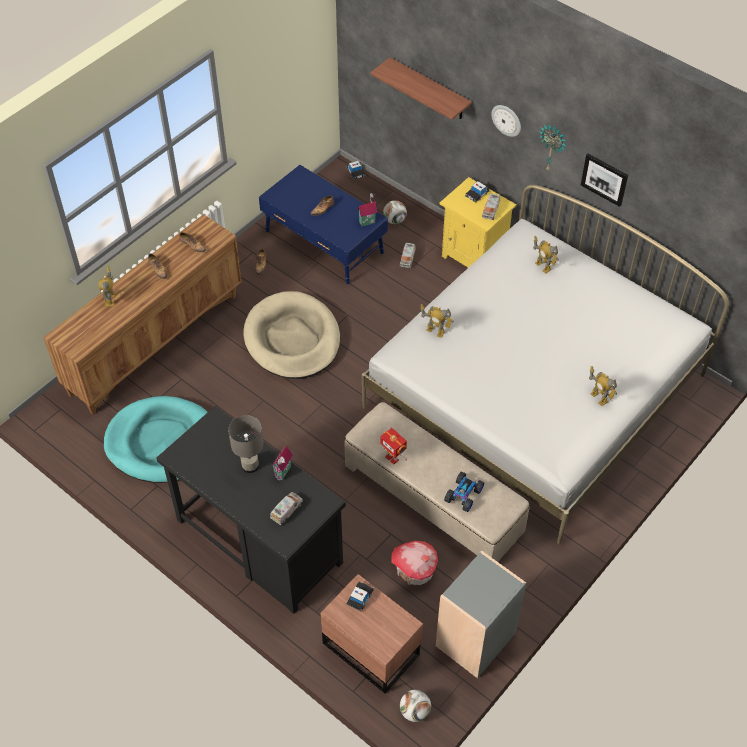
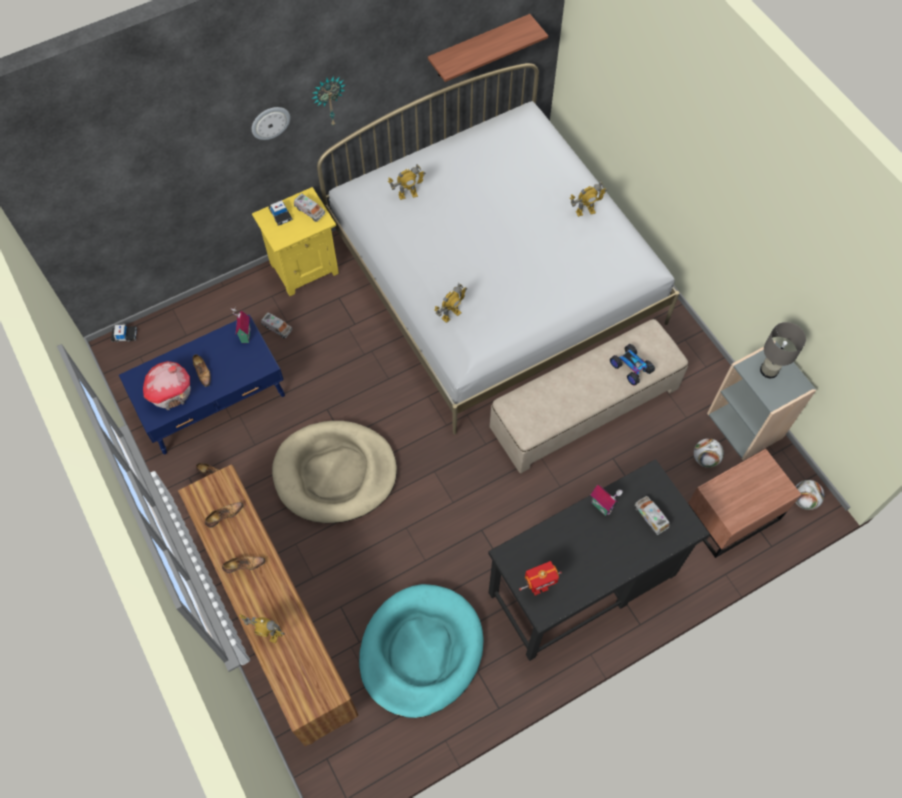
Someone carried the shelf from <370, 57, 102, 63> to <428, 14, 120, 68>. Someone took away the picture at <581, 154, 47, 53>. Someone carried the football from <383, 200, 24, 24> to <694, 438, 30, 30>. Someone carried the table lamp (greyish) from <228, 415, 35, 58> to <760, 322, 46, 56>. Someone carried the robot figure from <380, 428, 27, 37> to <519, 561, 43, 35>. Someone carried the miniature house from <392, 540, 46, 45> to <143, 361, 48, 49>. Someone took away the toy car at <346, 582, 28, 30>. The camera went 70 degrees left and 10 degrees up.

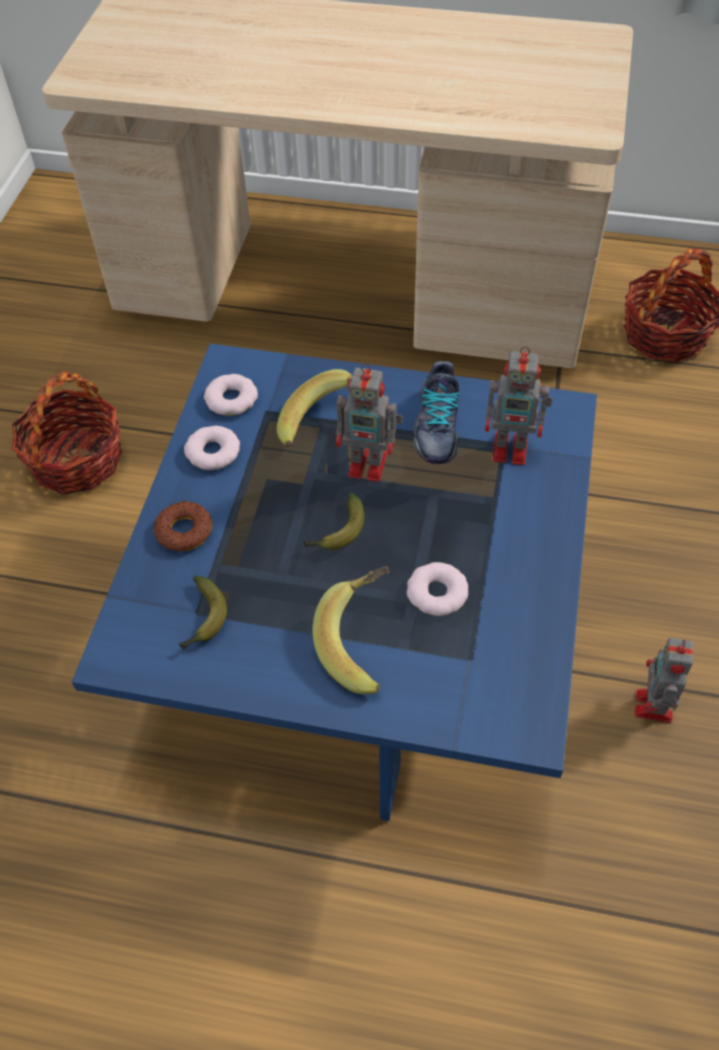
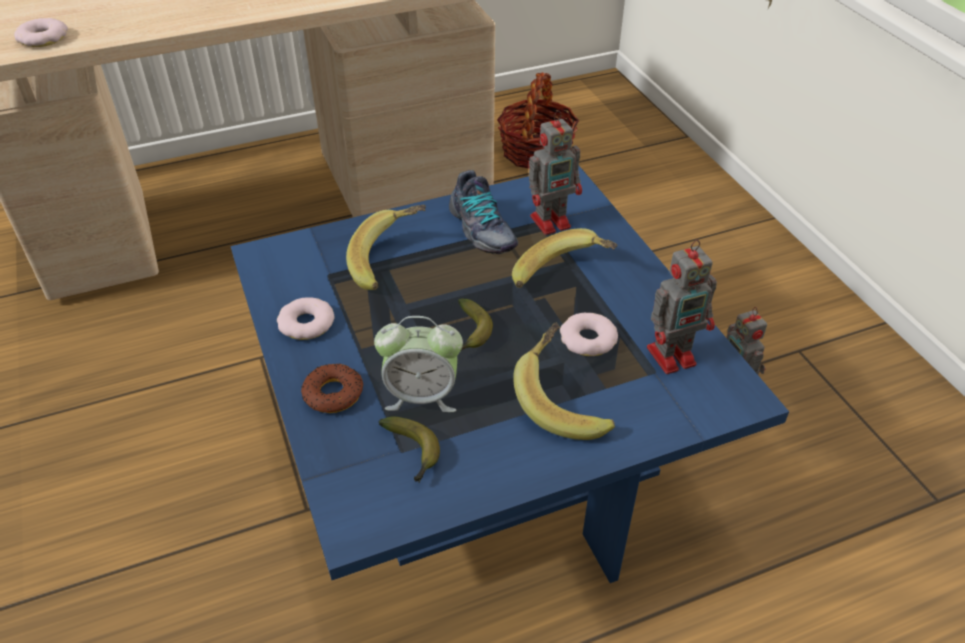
Someone carried the robot figure from <336, 363, 67, 119> to <647, 240, 70, 134>. Someone took away the basket at <12, 372, 110, 123>. Someone carried the donut from <204, 374, 54, 42> to <14, 18, 54, 29>. Someone put down the banana fruit at <512, 228, 106, 60>. Someone put down the table clock at <374, 316, 89, 96>. The camera went 35 degrees left and 10 degrees down.

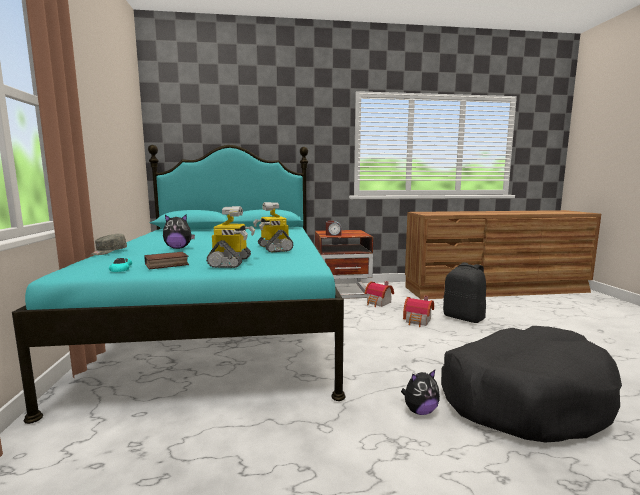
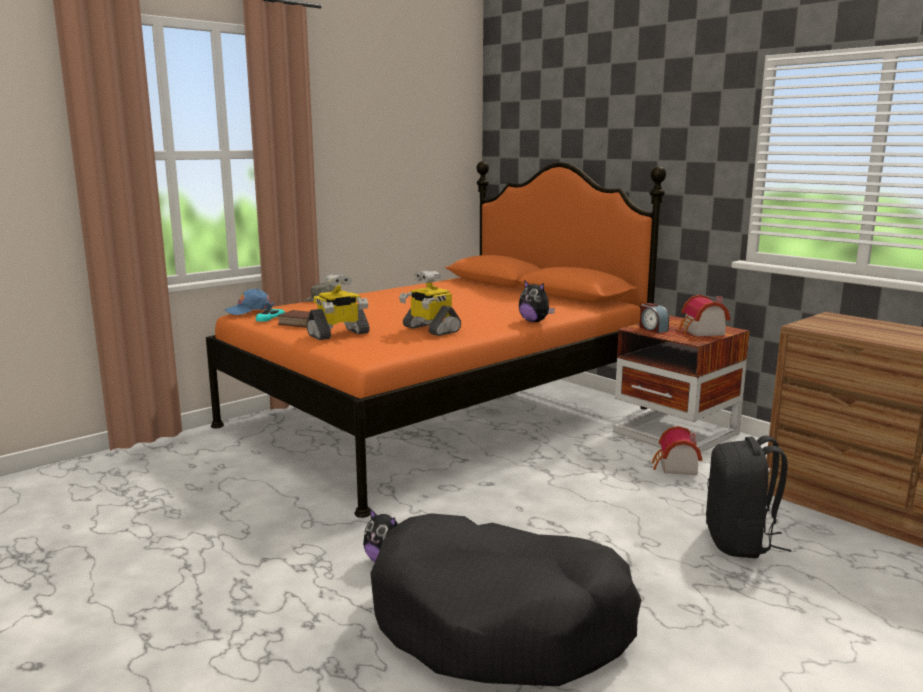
Someone repainted the bed (blue-green) at <12, 145, 333, 279>, which became the bed (orange-coloured) at <206, 161, 460, 357>. Someone rotated the robot figure at <253, 202, 41, 51> by 75 degrees counterclockwise. Someone carried the soft toy from <163, 215, 32, 34> to <519, 280, 36, 42>. Someone carried the miniature house from <403, 296, 31, 31> to <678, 295, 53, 41>. Someone put down the peaked cap (blue-coloured) at <224, 288, 50, 27>. The camera went 55 degrees right and 5 degrees up.

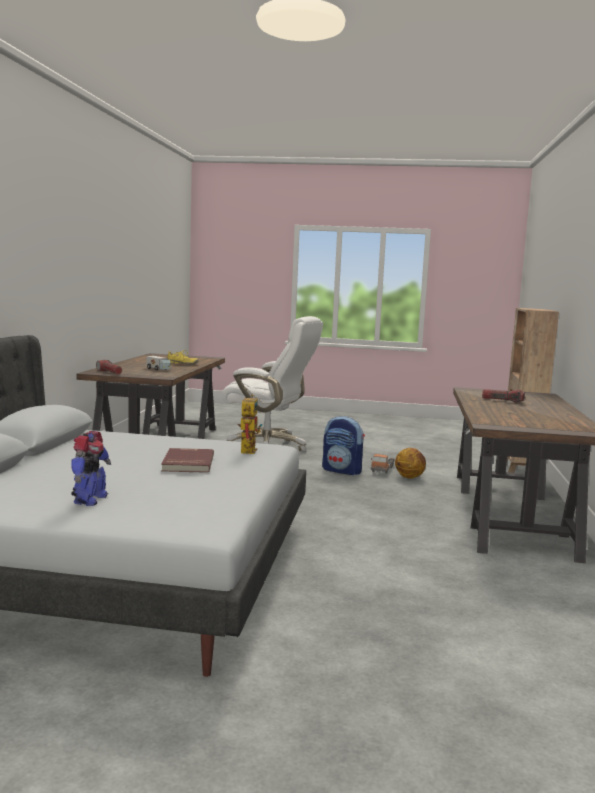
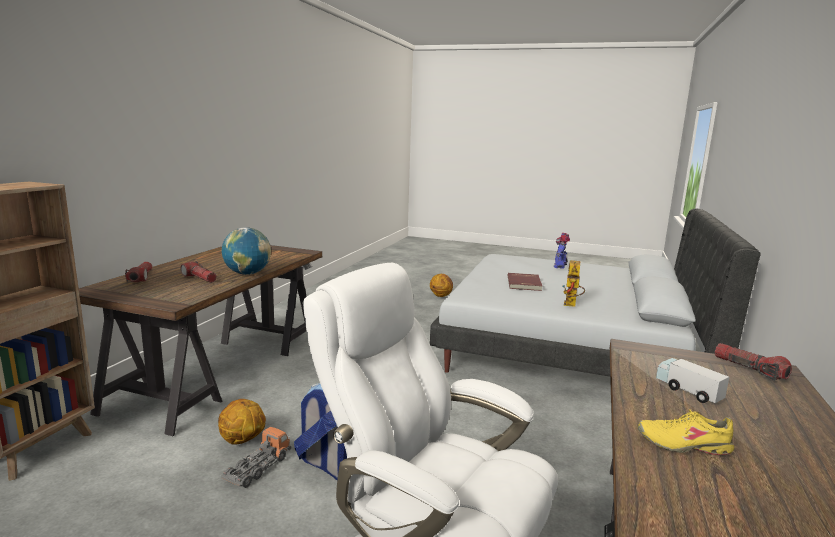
Someone carried the robot figure from <237, 395, 25, 59> to <562, 260, 23, 47>. Someone put down the desk globe at <222, 227, 49, 48>. Someone put down the flashlight at <125, 262, 27, 20>. Someone put down the basketball ball at <430, 274, 23, 23>. The camera went 170 degrees left and 5 degrees up.

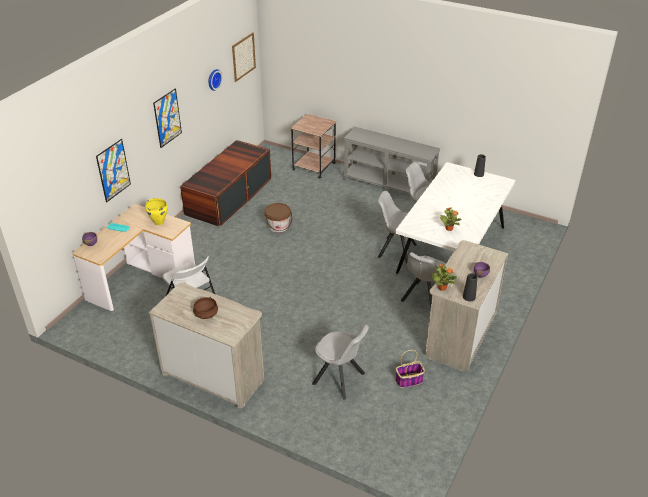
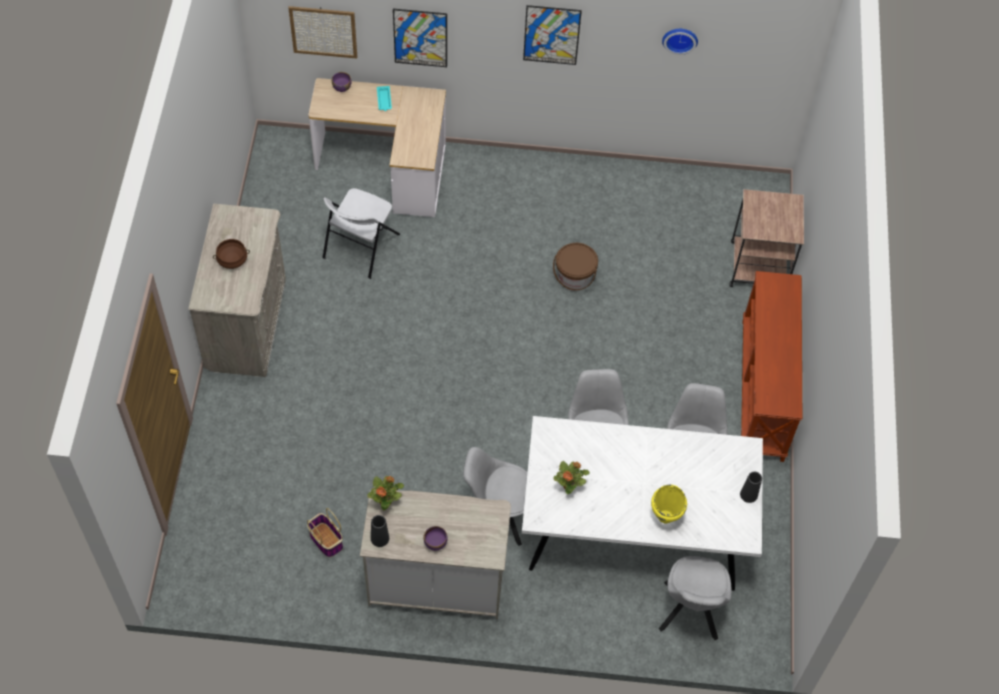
Someone carried the picture from <232, 32, 24, 50> to <288, 6, 69, 53>. Someone repainted the narrow table (greyish) at <343, 127, 97, 67>, which became the narrow table (brownish) at <741, 271, 61, 191>. Someone took away the cupboard at <180, 140, 91, 86>. Someone carried the stockpot (yellowish) from <145, 198, 23, 27> to <651, 485, 36, 39>. Someone carried the plain chair (greyish) from <312, 324, 57, 76> to <659, 556, 72, 84>. The camera went 65 degrees right and 20 degrees up.

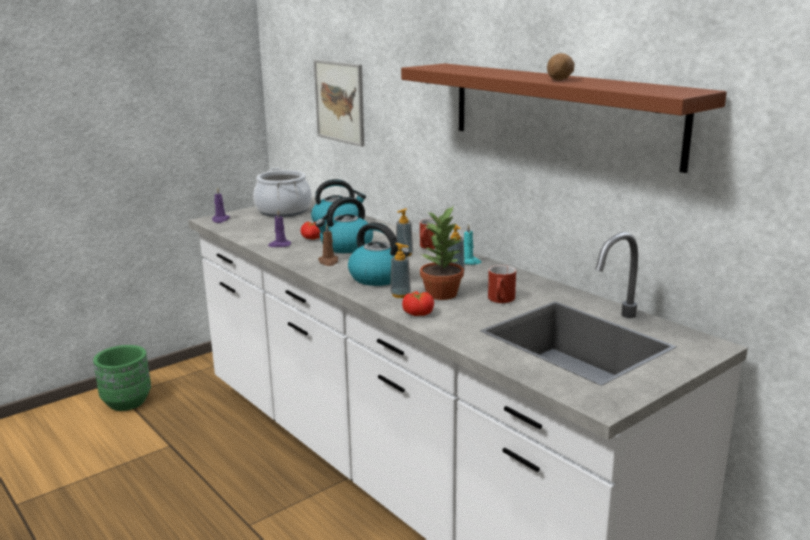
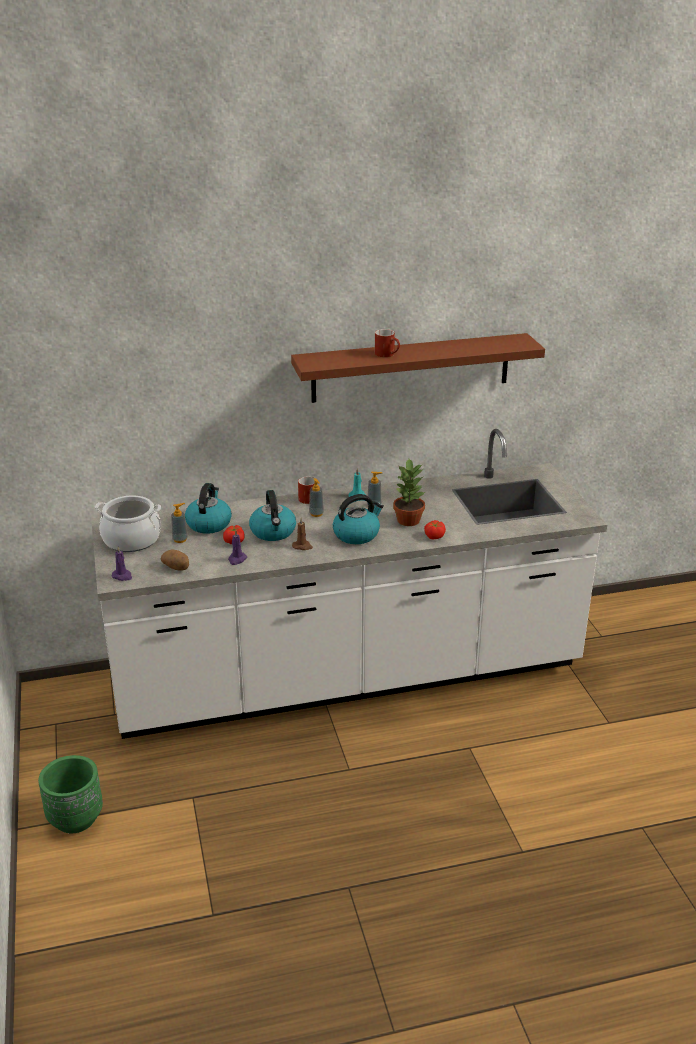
Someone carried the whole potato from <547, 53, 28, 28> to <161, 550, 28, 21>. Someone took away the picture at <314, 60, 50, 87>. Someone carried the liquid soap bottle from <390, 243, 21, 55> to <171, 503, 17, 40>. Someone carried the coffee mug (reddish) from <488, 265, 28, 38> to <375, 329, 25, 28>. The camera went 65 degrees left and 10 degrees up.

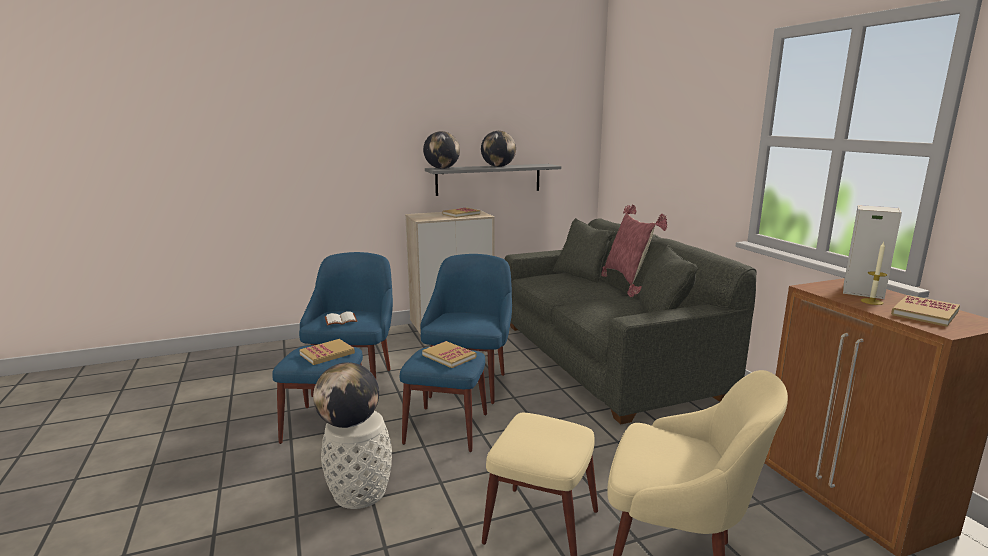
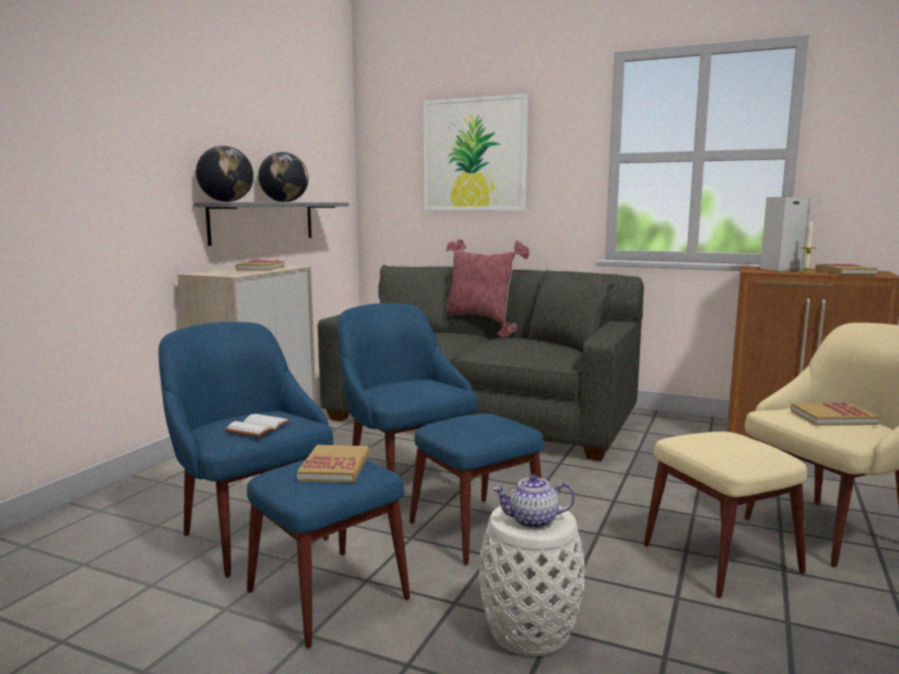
Someone carried the bound book from <422, 341, 54, 27> to <790, 402, 90, 24>. Someone swapped the desk globe at <313, 362, 66, 66> for the pot for tea at <493, 475, 82, 54>. Someone put up the picture at <423, 94, 105, 116>. The camera went 45 degrees left and 5 degrees down.

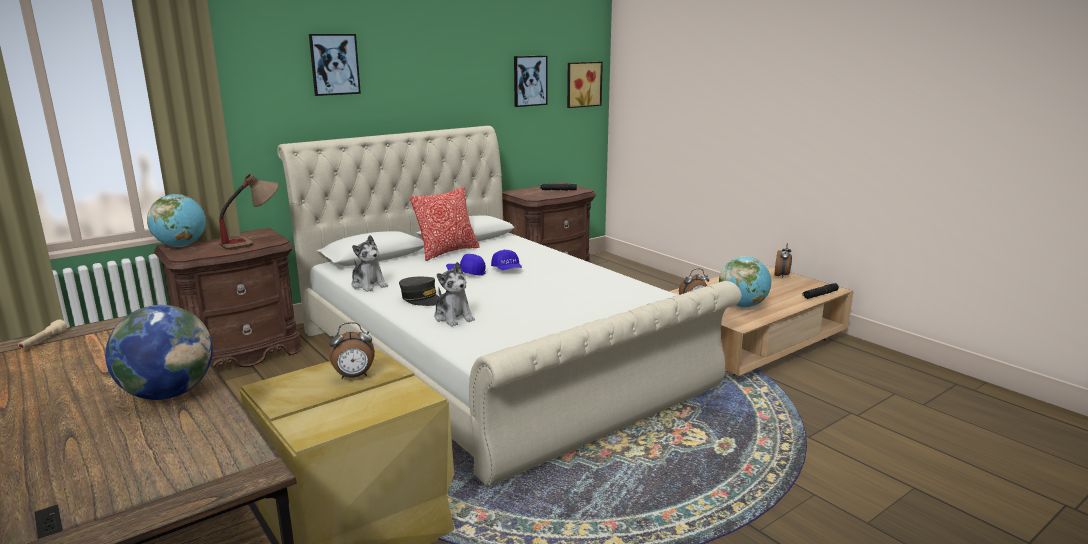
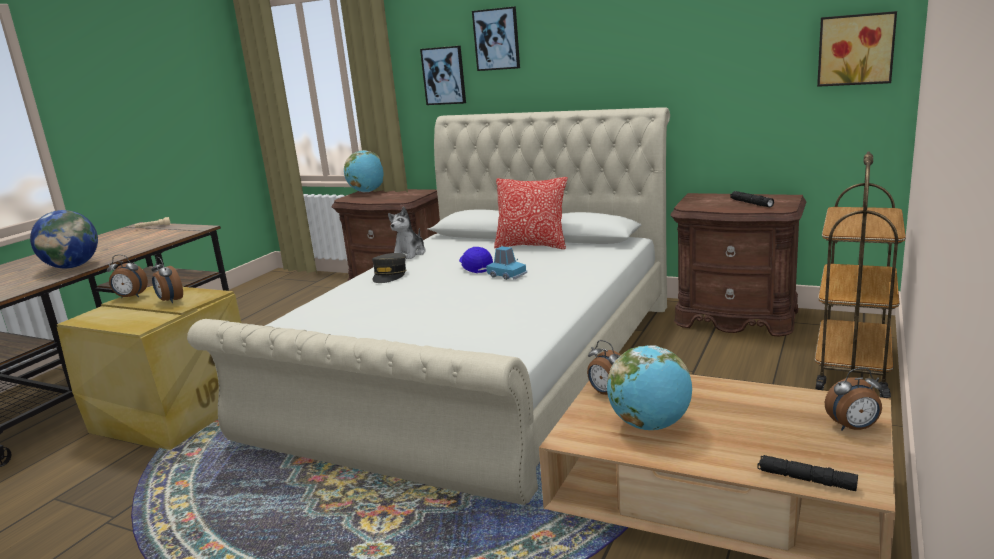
Someone carried the picture from <514, 56, 33, 51> to <420, 46, 46, 59>. Someone took away the table lamp at <219, 174, 60, 76>. Someone swapped the peaked cap (blue-coloured) at <491, 250, 31, 20> for the toy car (blue-coloured) at <486, 246, 41, 34>. Someone took away the soft toy at <434, 262, 41, 64>. Someone put down the trolley (brownish) at <815, 151, 91, 247>. Someone put down the table clock at <107, 254, 41, 44>. The camera went 65 degrees right and 0 degrees up.

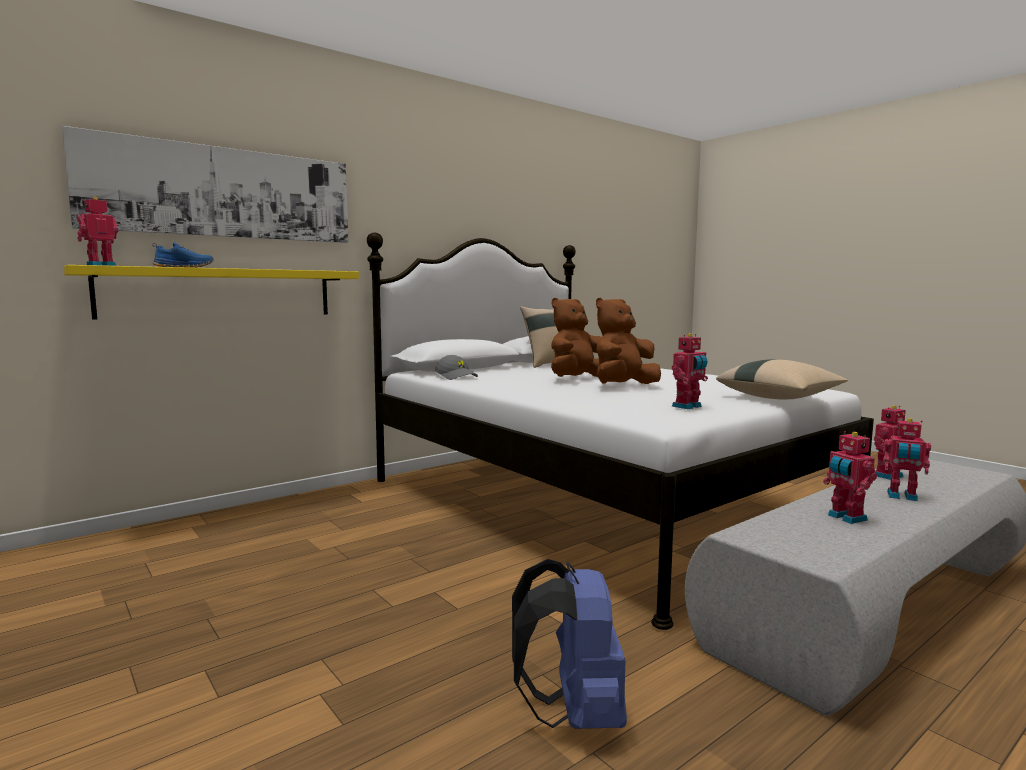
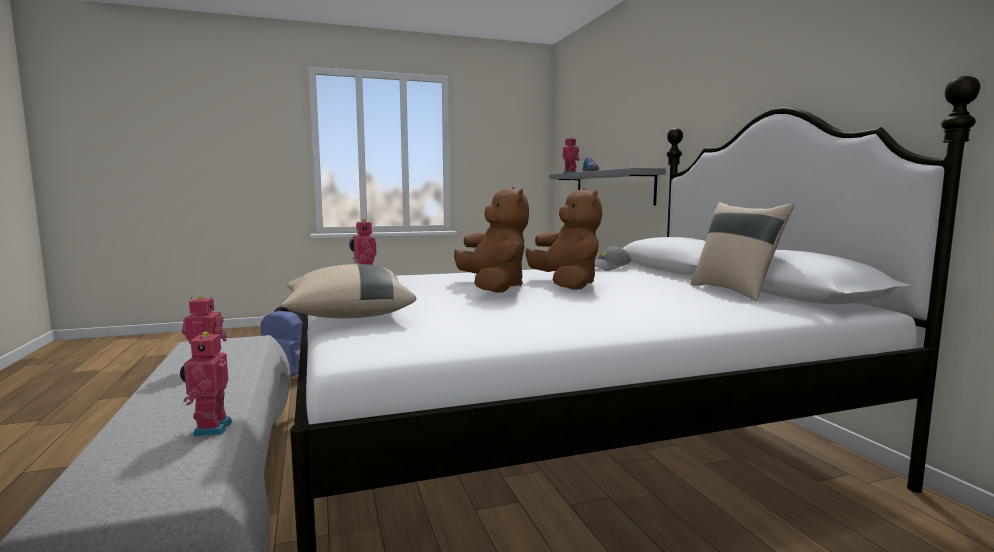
Someone took away the picture at <62, 126, 286, 117>. Someone repainted the shelf (yellowish) at <63, 265, 296, 55>, which became the shelf (greyish) at <549, 168, 117, 38>. Someone took away the robot figure at <883, 418, 48, 83>. The camera went 110 degrees right and 0 degrees up.

